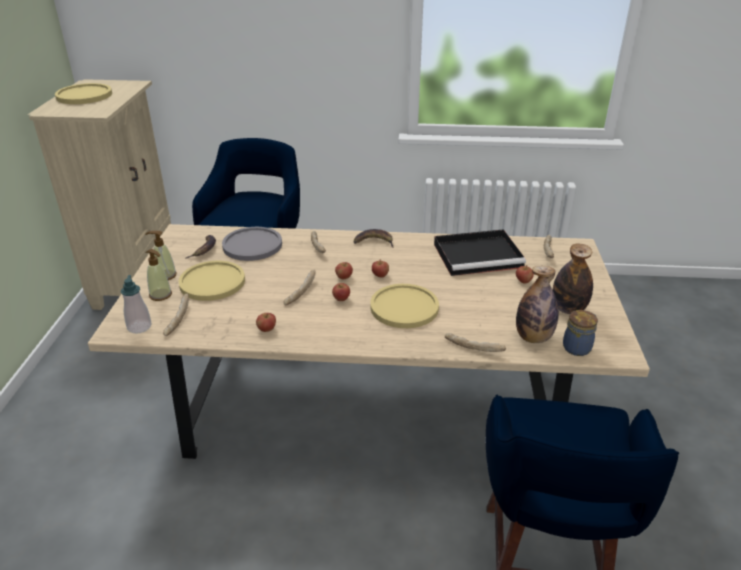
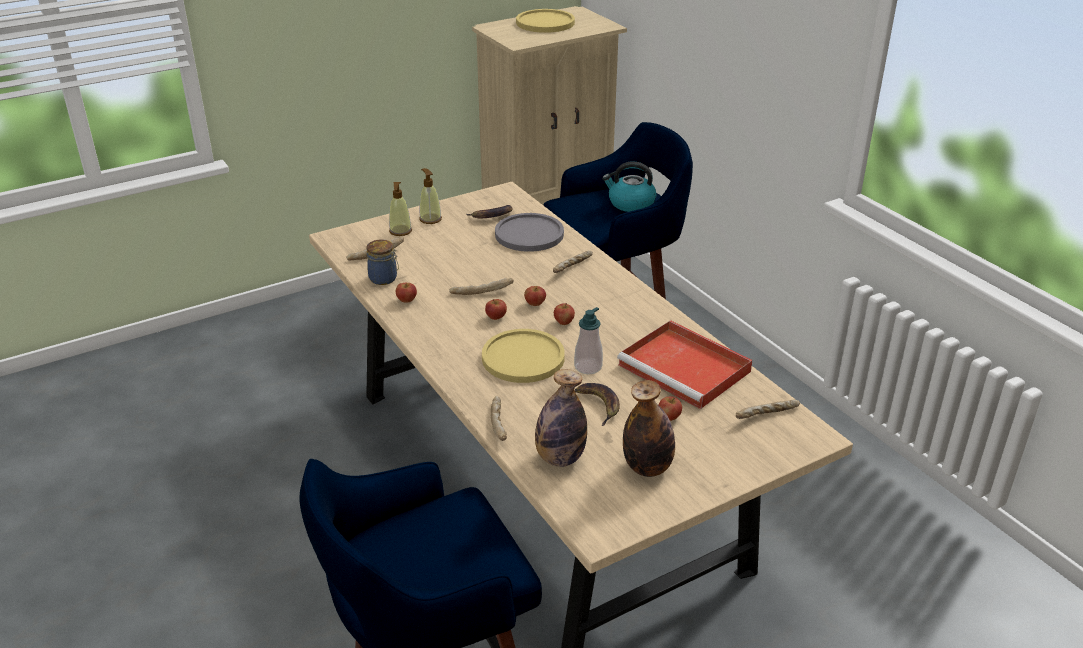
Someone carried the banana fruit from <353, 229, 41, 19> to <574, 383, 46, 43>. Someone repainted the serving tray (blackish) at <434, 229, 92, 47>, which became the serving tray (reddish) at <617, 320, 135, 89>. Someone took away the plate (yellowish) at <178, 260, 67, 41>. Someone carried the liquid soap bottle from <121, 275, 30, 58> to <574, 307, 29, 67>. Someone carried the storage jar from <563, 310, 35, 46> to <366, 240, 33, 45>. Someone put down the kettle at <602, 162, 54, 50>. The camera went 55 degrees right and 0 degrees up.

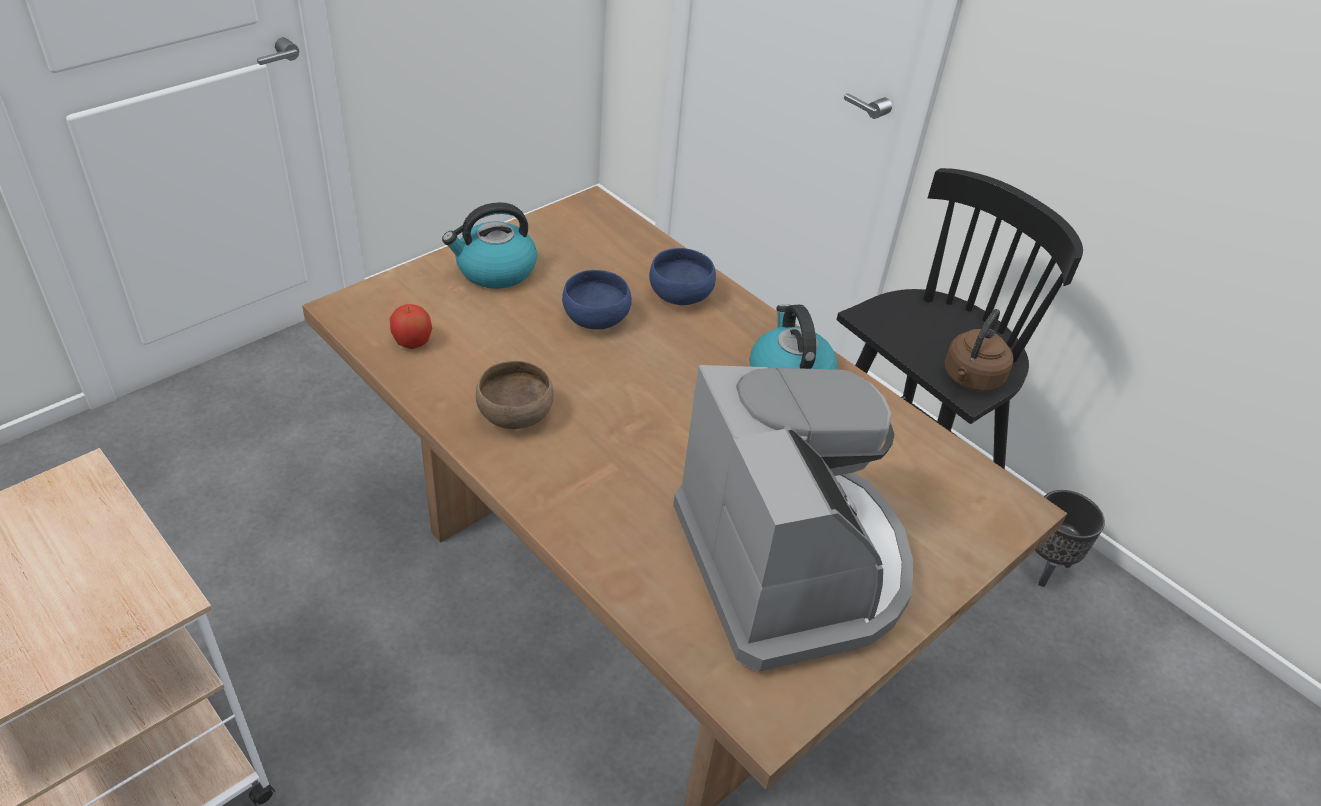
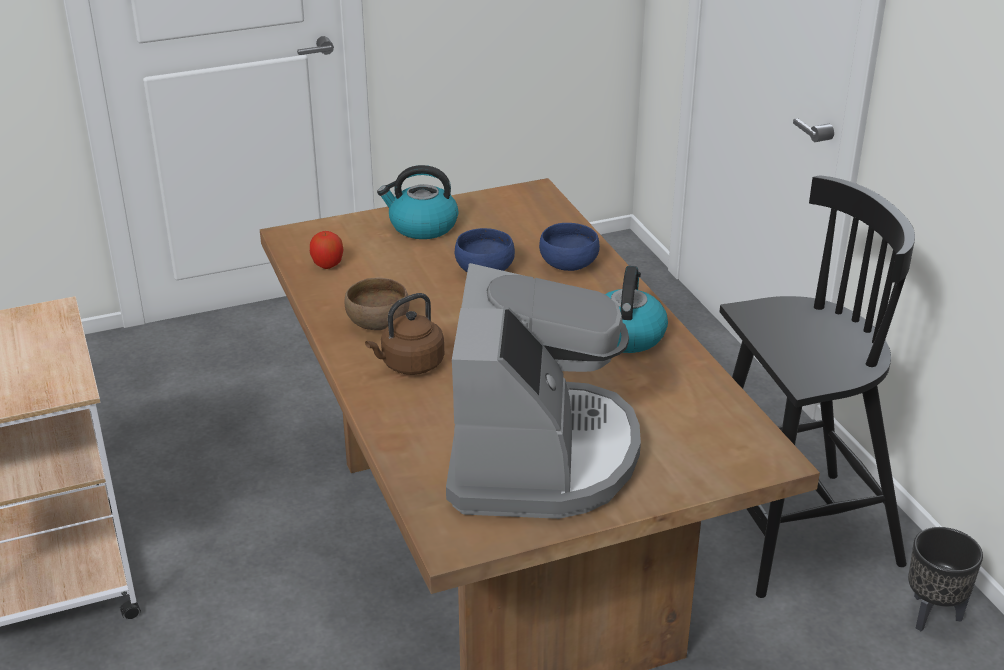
Someone carried the kettle (brownish) from <945, 309, 69, 83> to <365, 293, 79, 82>. The camera went 25 degrees right and 10 degrees down.

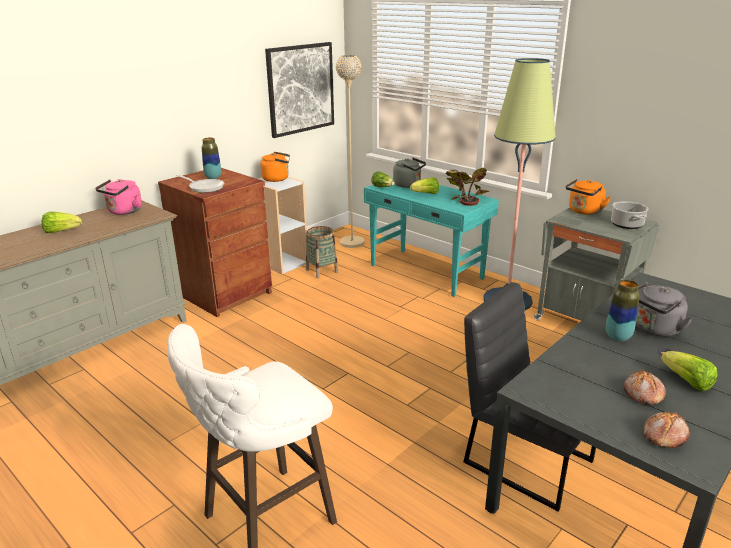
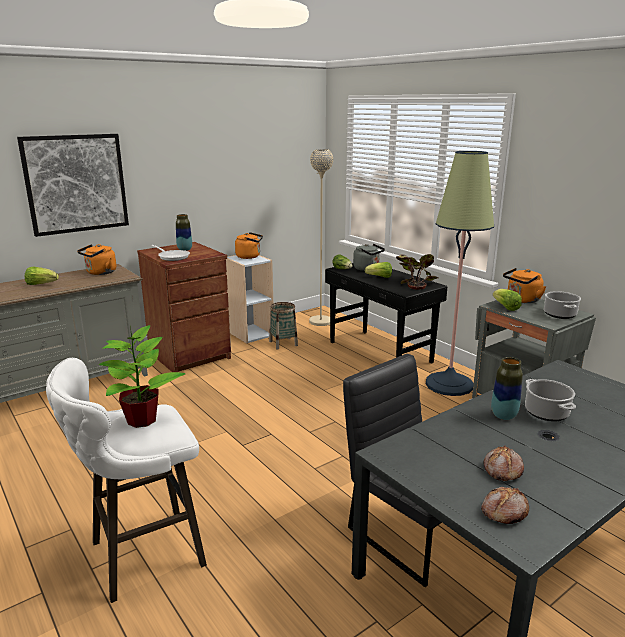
Someone carried the picture from <265, 42, 69, 96> to <17, 134, 112, 103>. Someone repainted the narrow table (blue-green) at <364, 178, 135, 119>, which became the narrow table (blackish) at <325, 263, 122, 101>. Someone repainted the kettle (pink-coloured) at <95, 179, 47, 36>, which became the kettle (orange-coloured) at <77, 244, 39, 31>. Someone swapped the kettle (greyish) at <636, 283, 57, 53> for the stockpot at <525, 379, 51, 42>. Someone carried the lettuce from <661, 351, 57, 40> to <493, 289, 29, 22>. Someone put down the plant in a pot at <99, 325, 86, 103>. The camera went 10 degrees right and 5 degrees down.

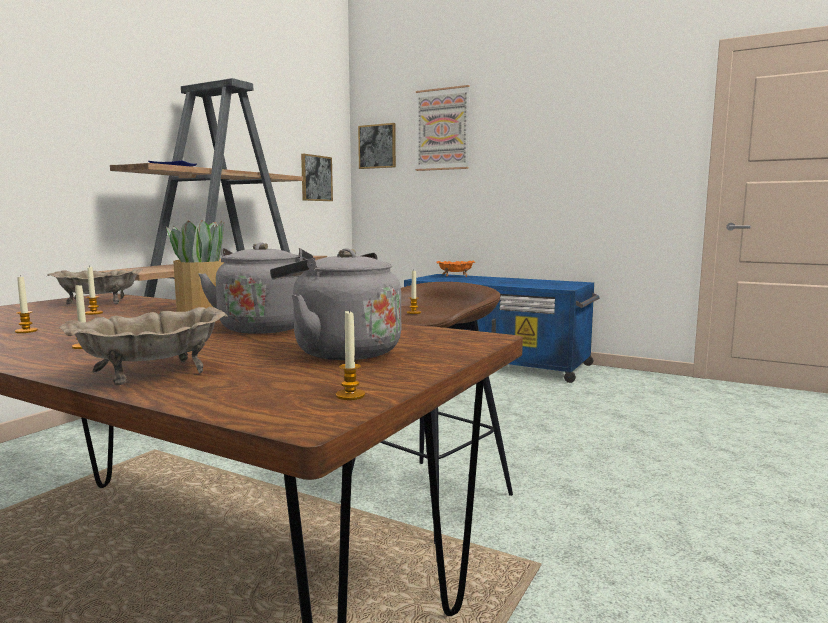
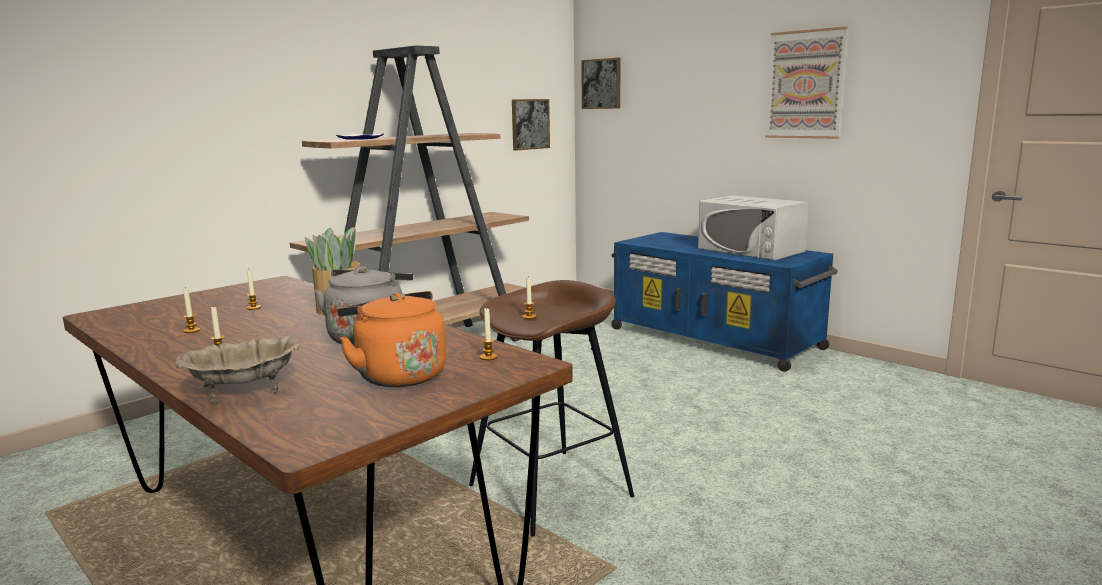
Someone carried the picture from <416, 85, 54, 86> to <765, 26, 83, 113>. Someone repainted the kettle (greyish) at <270, 248, 131, 112>, which became the kettle (orange-coloured) at <337, 291, 109, 96>. Someone took away the bowl (orange-coloured) at <437, 261, 38, 16>. Someone took away the bowl (sand-coloured) at <47, 269, 96, 36>. Someone carried the candle from <336, 310, 29, 90> to <480, 307, 17, 53>. Someone put down the microwave oven (white) at <698, 195, 111, 65>. The camera went 15 degrees right and 5 degrees up.

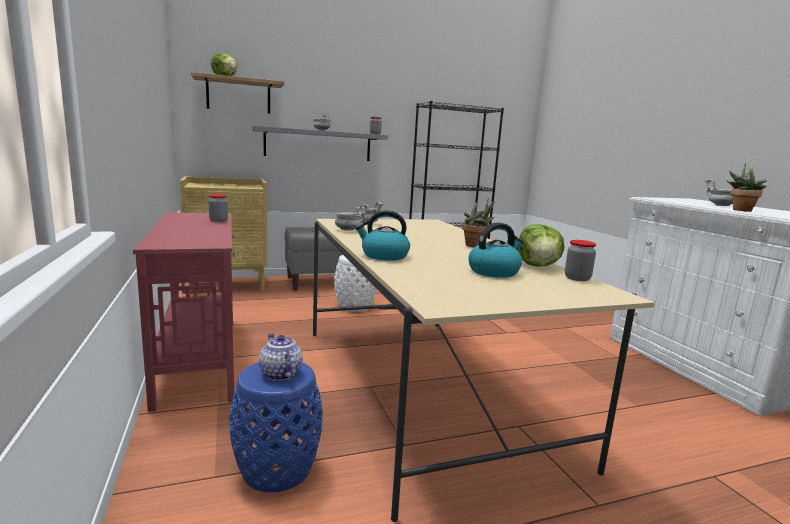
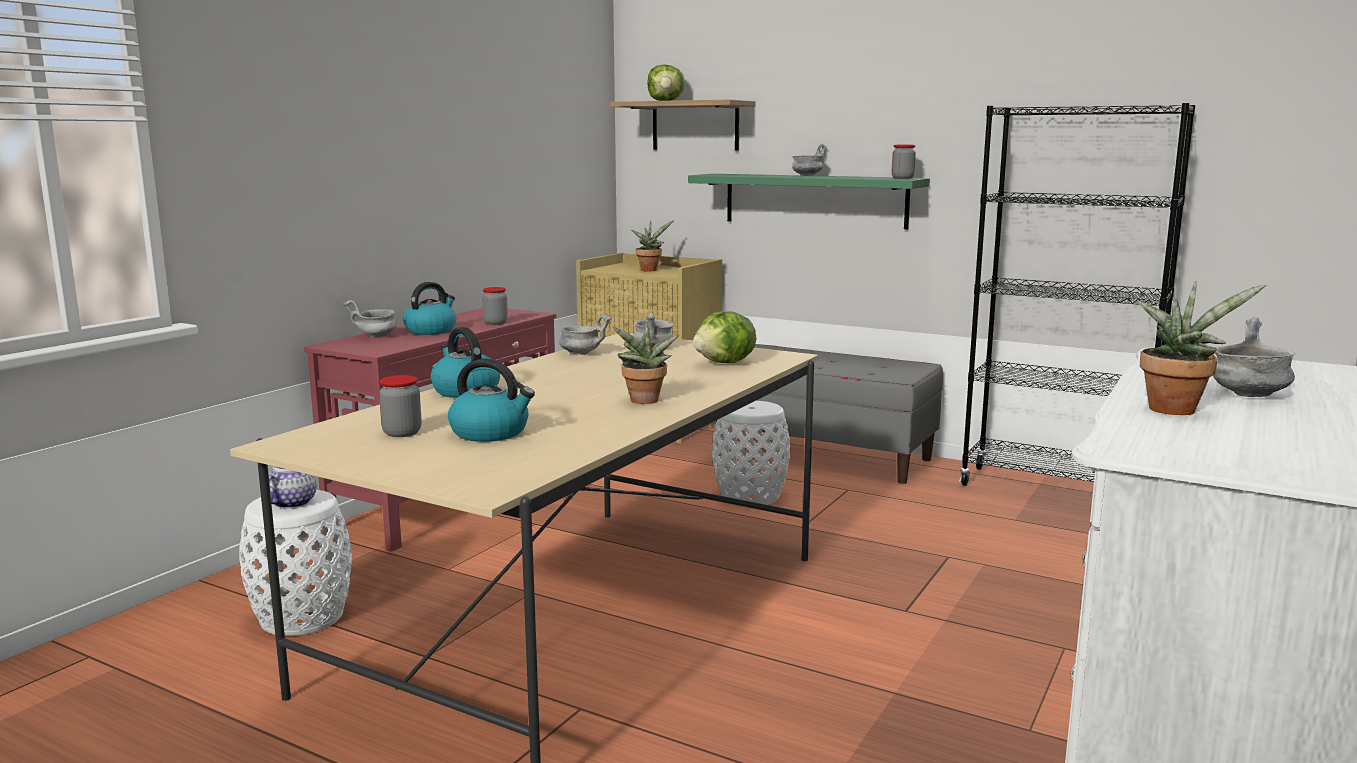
Someone repainted the shelf (greyish) at <253, 126, 135, 35>, which became the shelf (greenish) at <688, 174, 242, 55>. Someone carried the lettuce from <518, 224, 46, 43> to <693, 311, 63, 52>. Someone carried the storage jar from <565, 240, 31, 41> to <379, 375, 43, 62>. Someone repainted the stool seat (blue-coloured) at <229, 362, 94, 130>, which became the stool seat (white) at <239, 490, 113, 146>. Someone put down the plant in a pot at <631, 221, 42, 51>. Someone put down the kettle at <403, 282, 54, 53>. Someone put down the bowl (greyish) at <343, 300, 54, 38>. The camera went 50 degrees right and 0 degrees up.

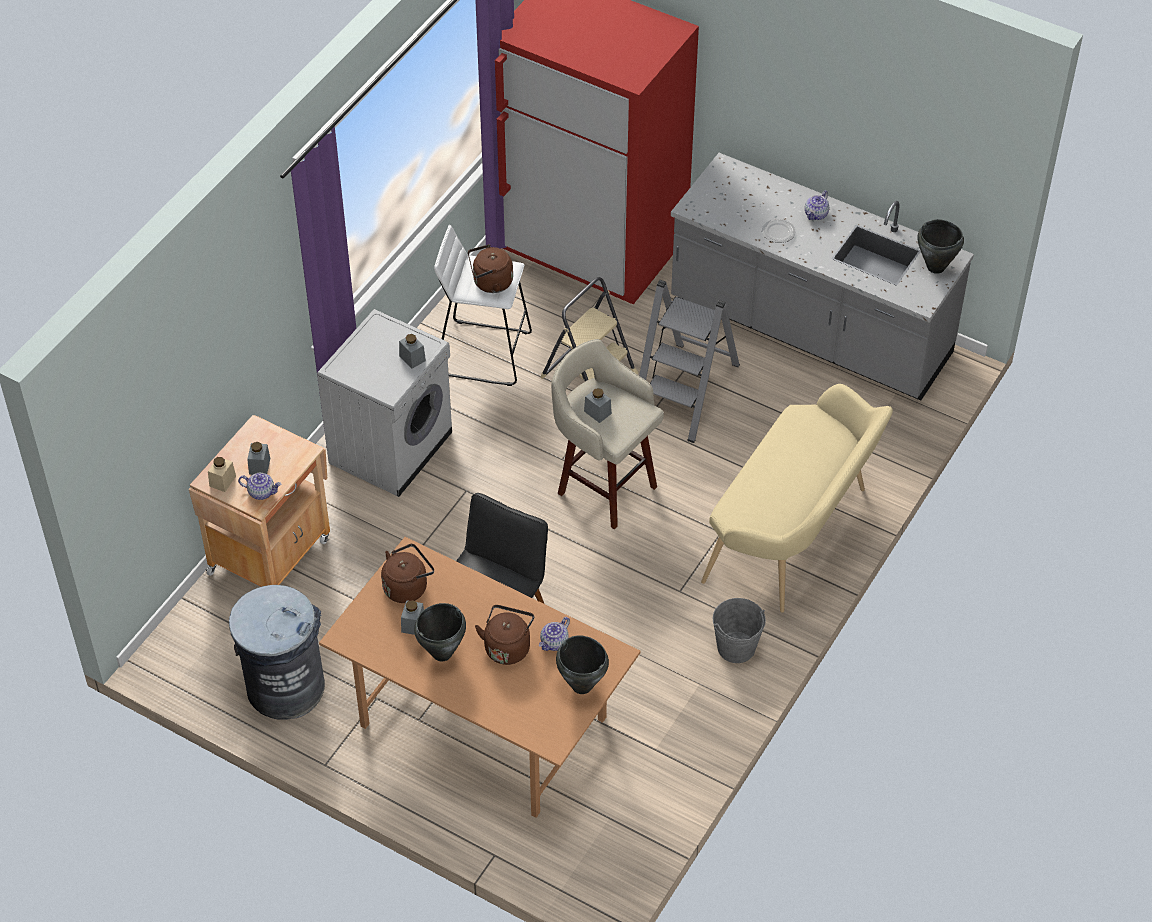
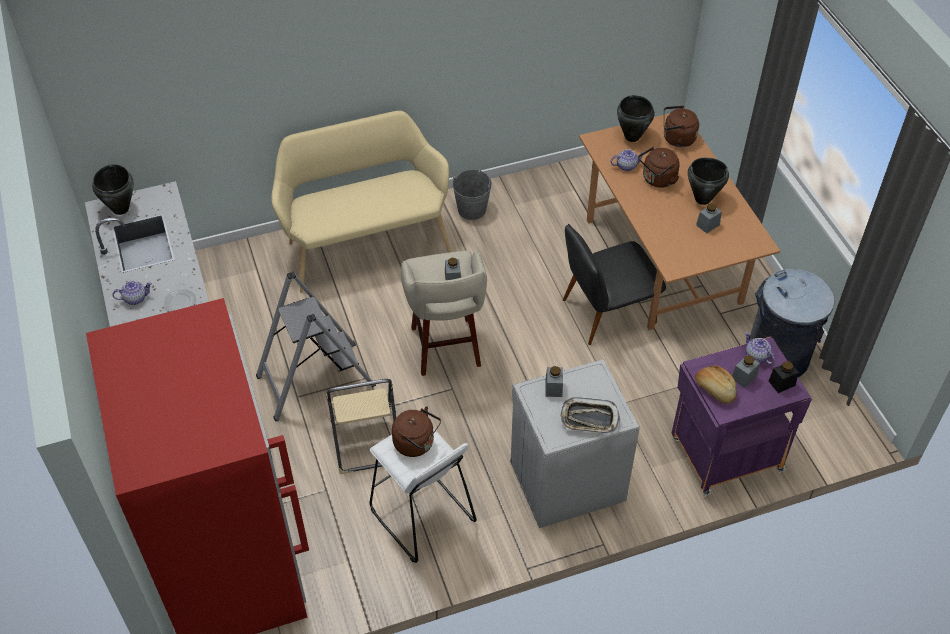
Someone repainted the trolley (brownish) at <189, 415, 141, 172>, which became the trolley (purple) at <672, 337, 140, 160>. Someone repainted the storage jar (sand-coloured) at <208, 457, 28, 35>, which became the storage jar (blackish) at <769, 361, 30, 32>. Someone carried the kettle (brownish) from <381, 544, 53, 59> to <664, 105, 35, 42>. Someone put down the bakery bread at <695, 366, 42, 38>. Someone put down the serving tray at <560, 397, 60, 37>. The camera went 140 degrees left and 0 degrees up.

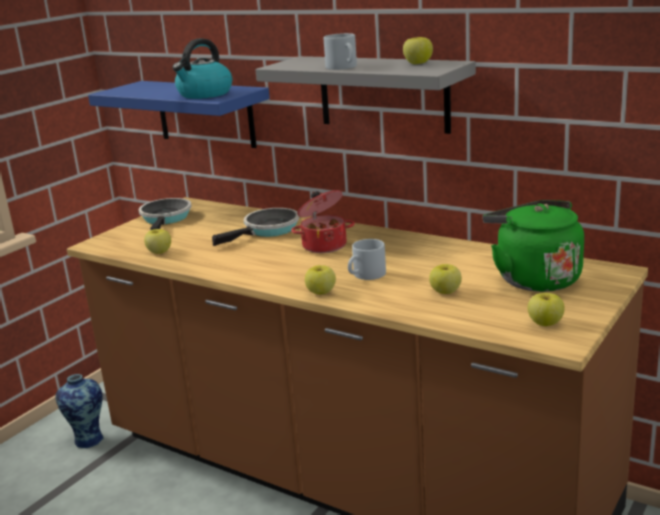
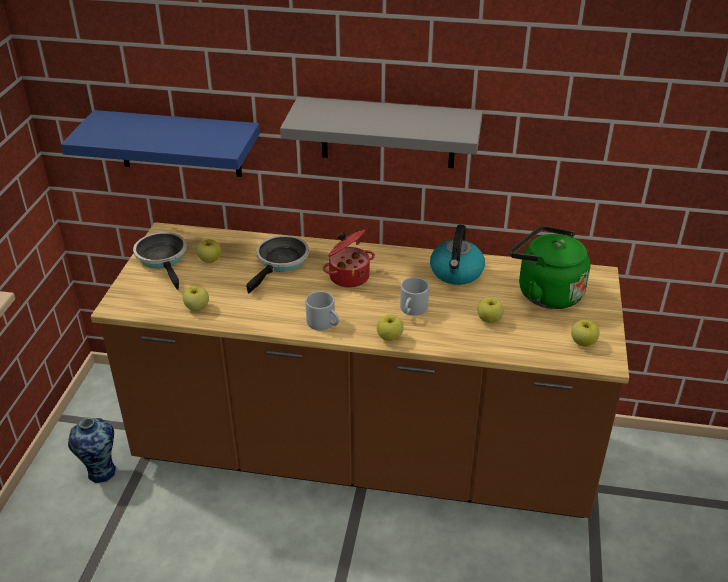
Someone carried the coffee mug (greyish) from <324, 33, 33, 37> to <306, 291, 33, 39>. Someone carried the whole apple from <403, 37, 30, 27> to <197, 239, 24, 24>. Someone carried the kettle from <172, 38, 60, 61> to <430, 225, 55, 60>. The camera went 25 degrees left and 15 degrees up.

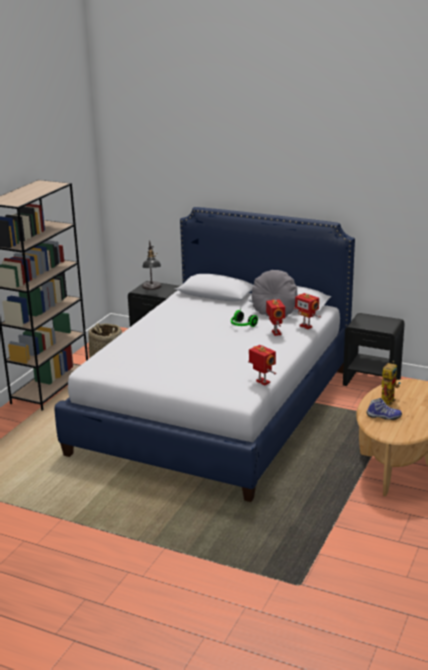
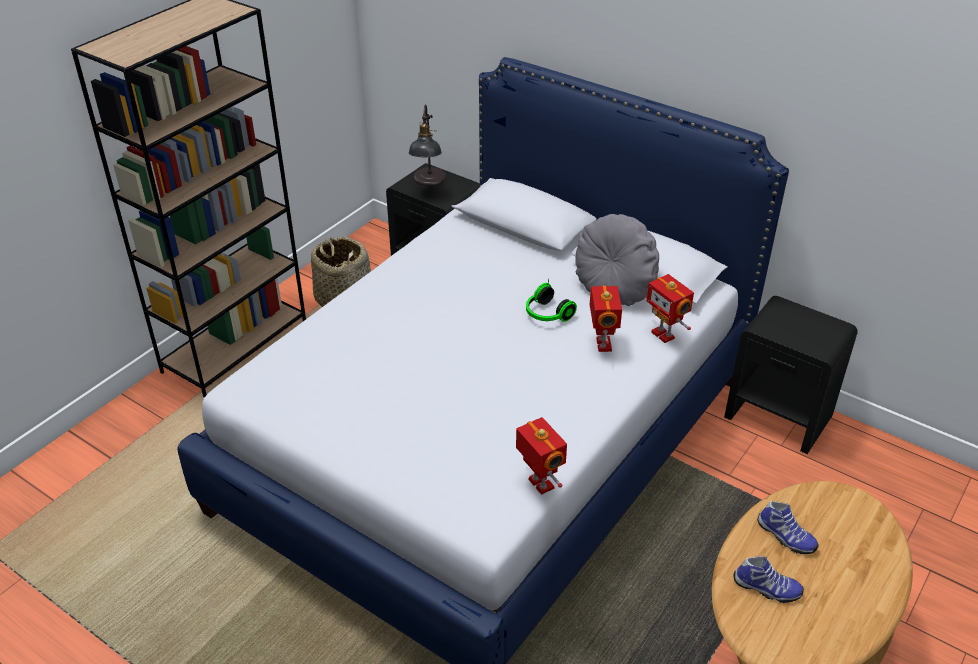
Someone swapped the robot figure at <382, 361, 19, 44> for the shoe at <758, 501, 61, 53>. The camera went 10 degrees right and 15 degrees up.

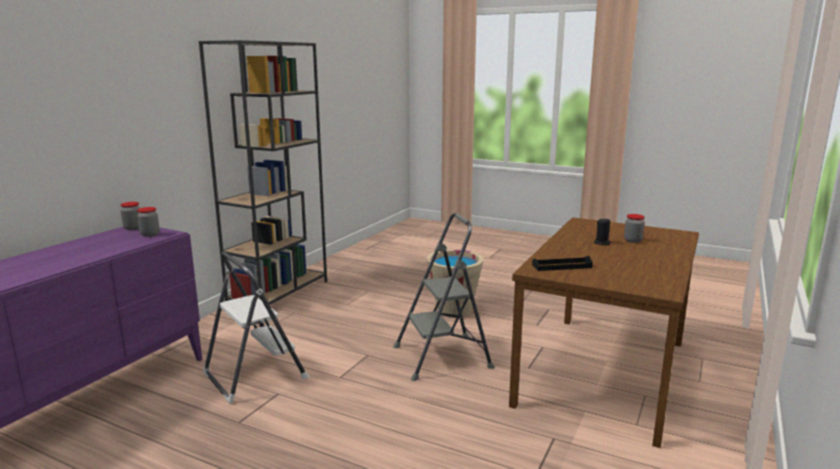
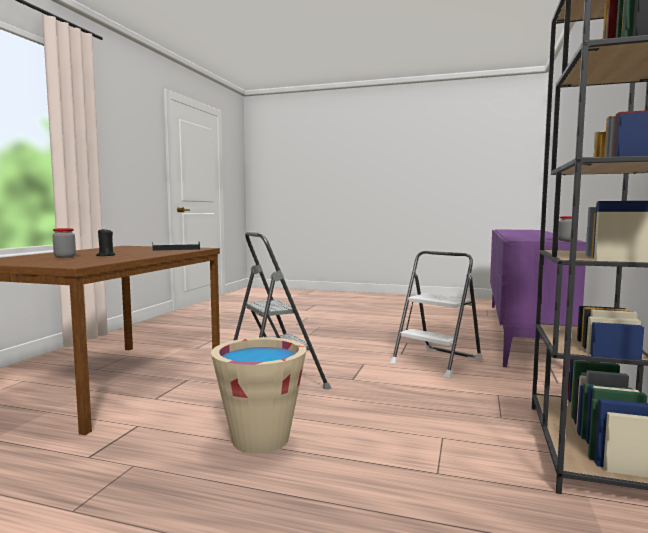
Someone took away the storage jar at <137, 207, 22, 30>. The camera went 170 degrees right and 10 degrees down.

